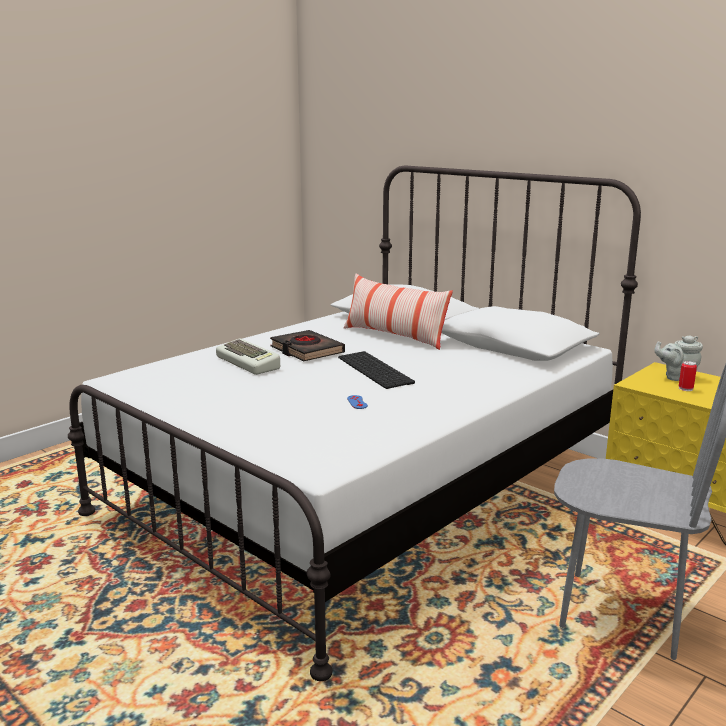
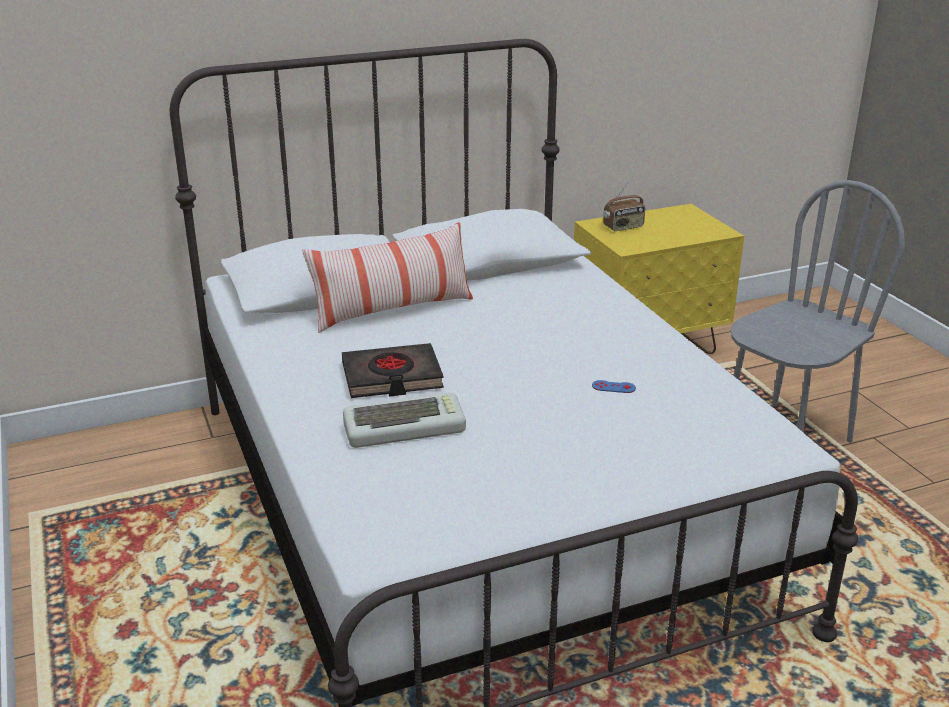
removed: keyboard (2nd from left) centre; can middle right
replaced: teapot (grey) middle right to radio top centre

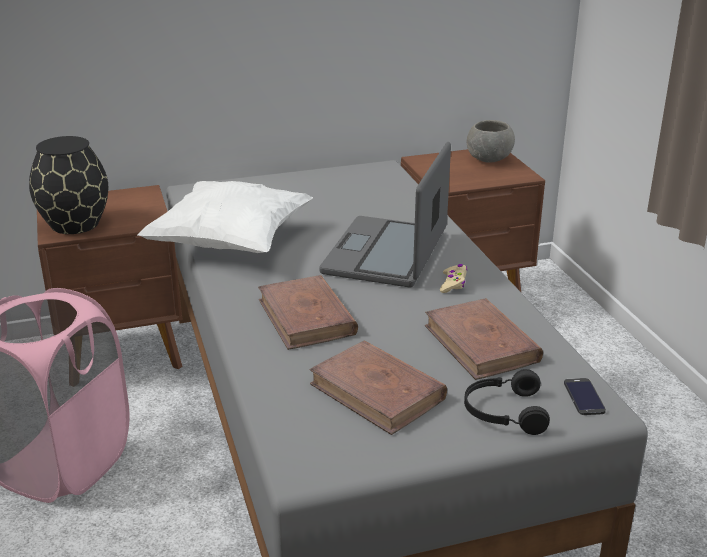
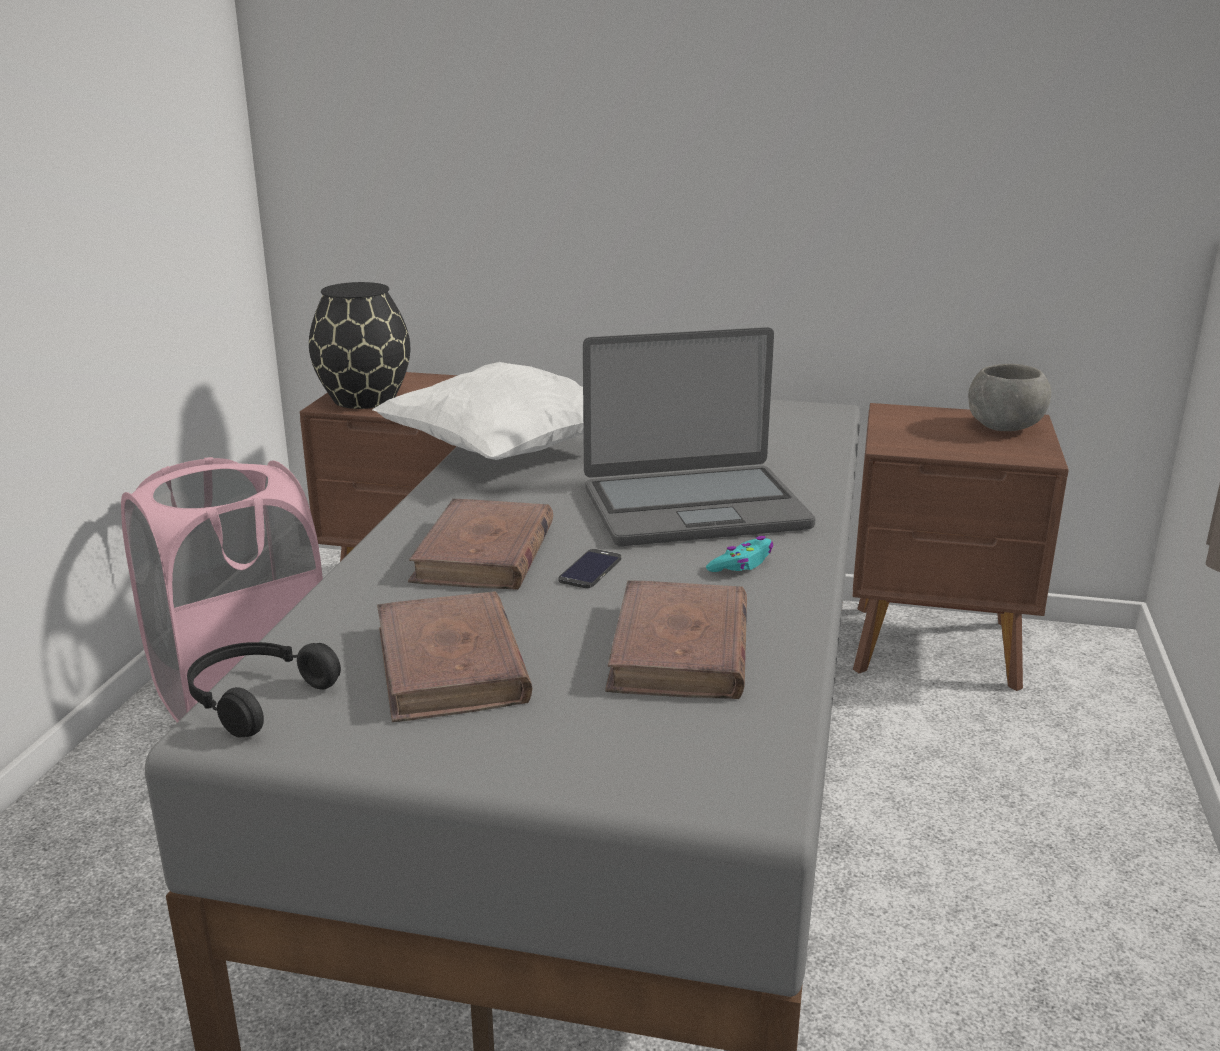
moved: headphones (black) bottom right to middle left; phone bottom right to centre
recoloured: game controller (beige) centre to game controller (turquoise) centre
turned: laptop centre = centre 150 degrees counterclockwise

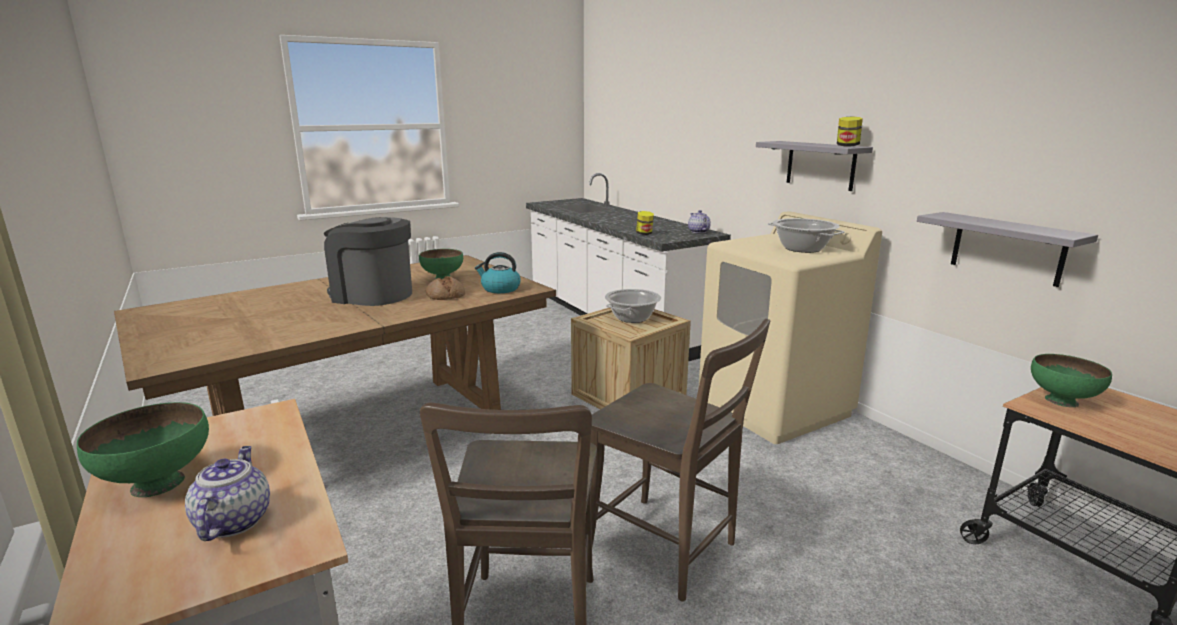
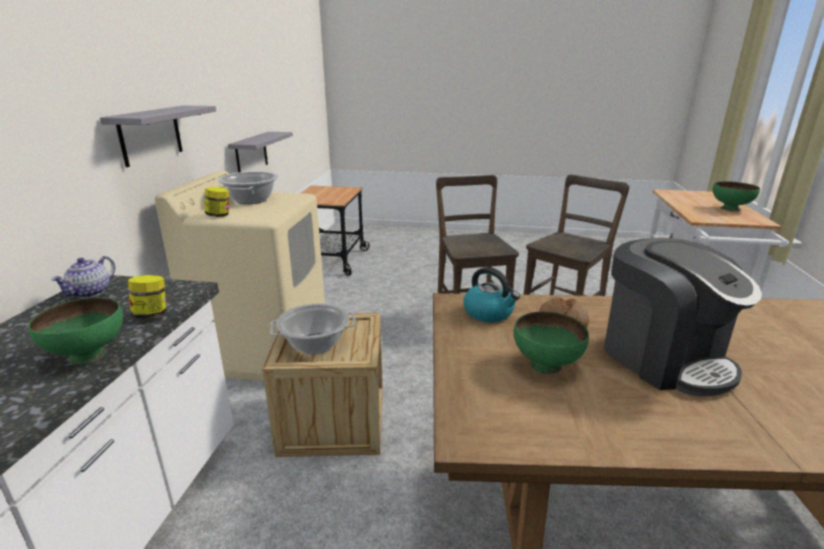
removed: teapot (1st from left) bottom left
moved: jar (2nd from left) top right to middle left; bowl (green) (3rd from left in the first image) middle right to bowl (green) (1st from left) middle left

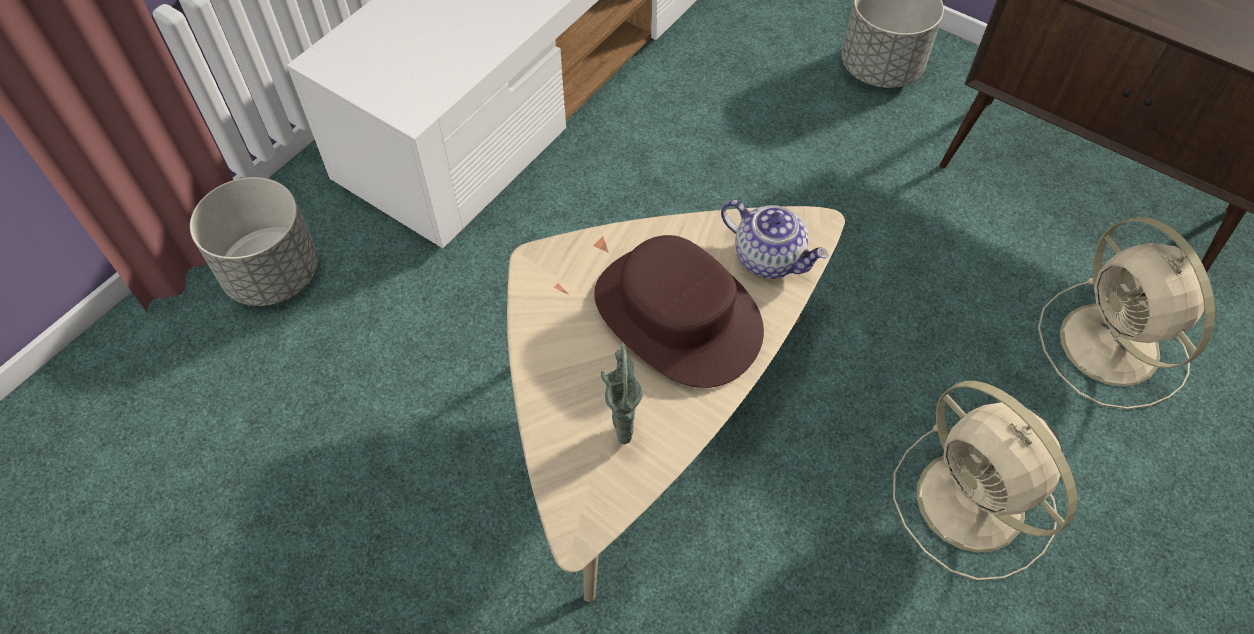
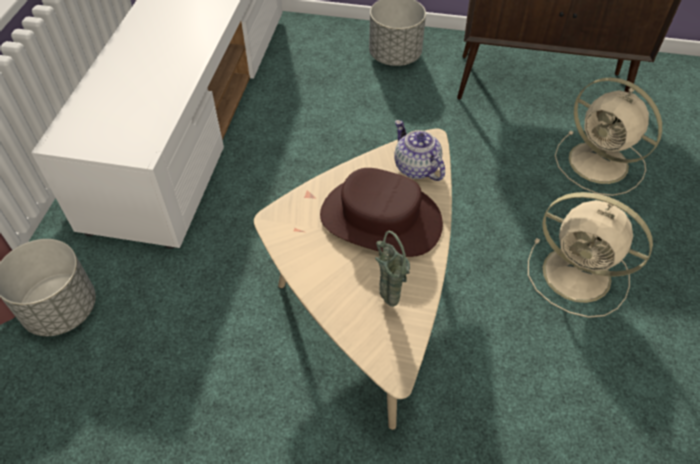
turned: teapot centre = top centre 135 degrees counterclockwise

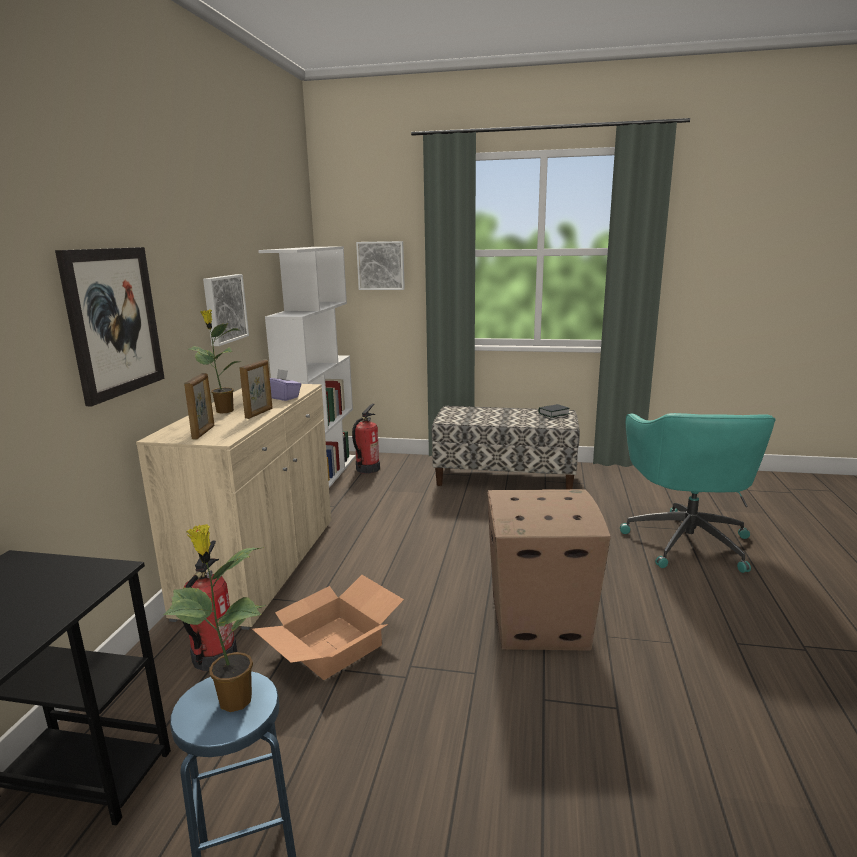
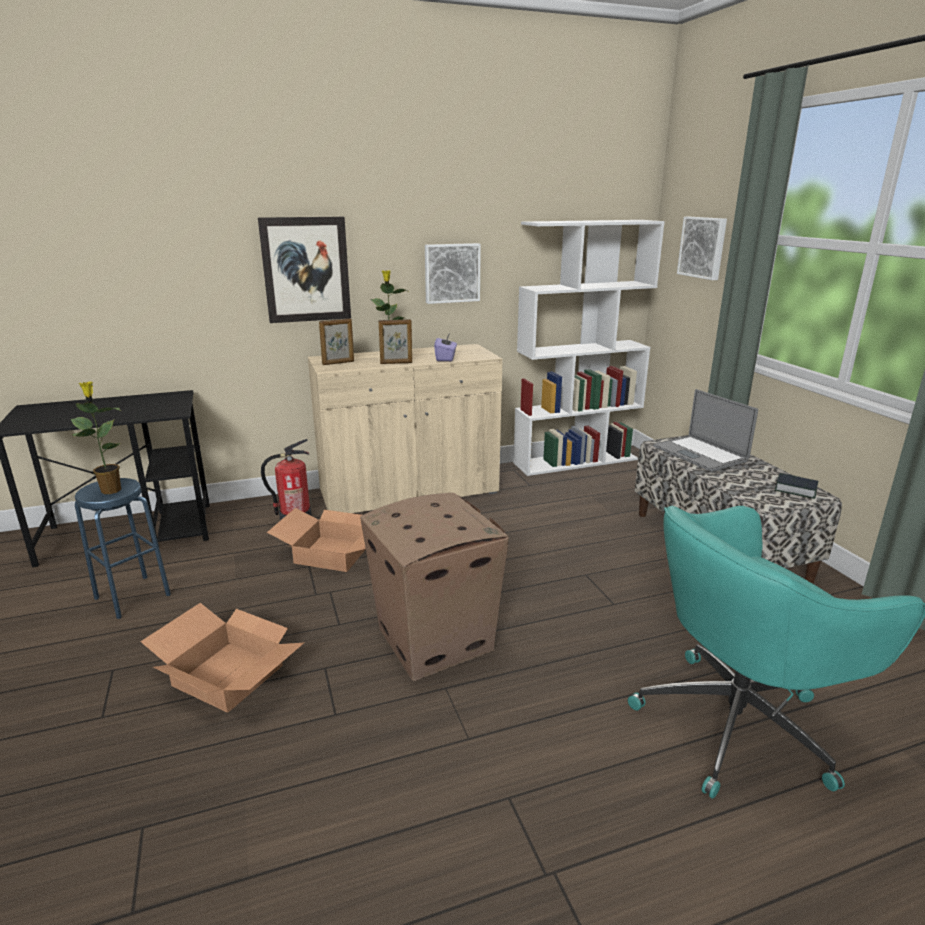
removed: fire extinguisher (2nd from left) centre
added: cardboard box (1st from left) bottom left; laptop middle right

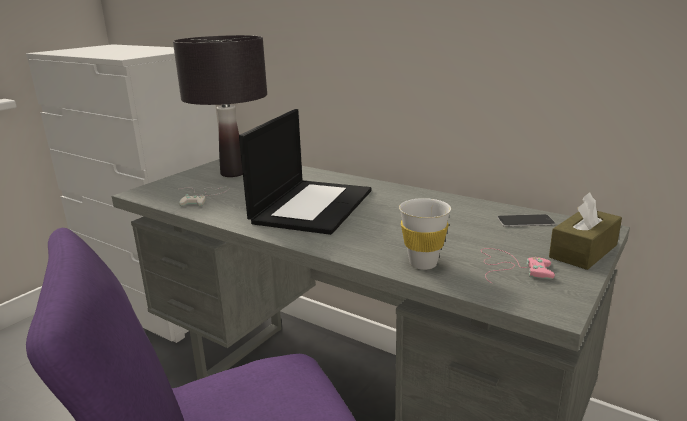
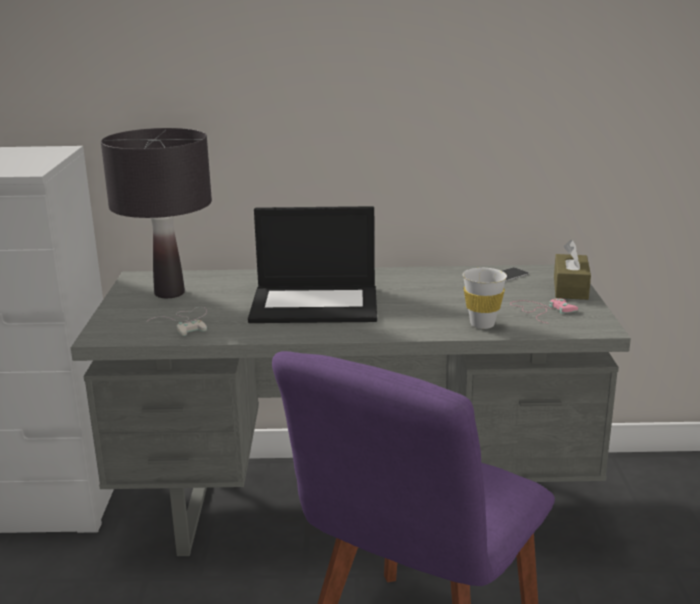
turned: laptop centre = centre 105 degrees clockwise

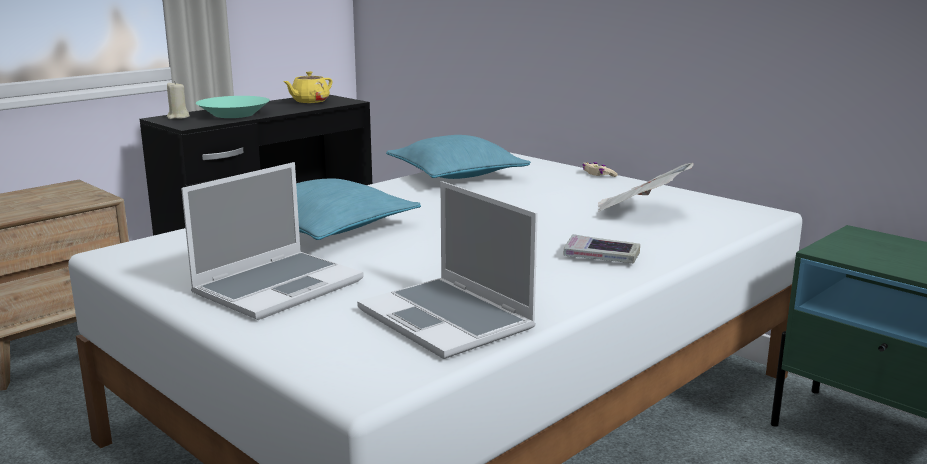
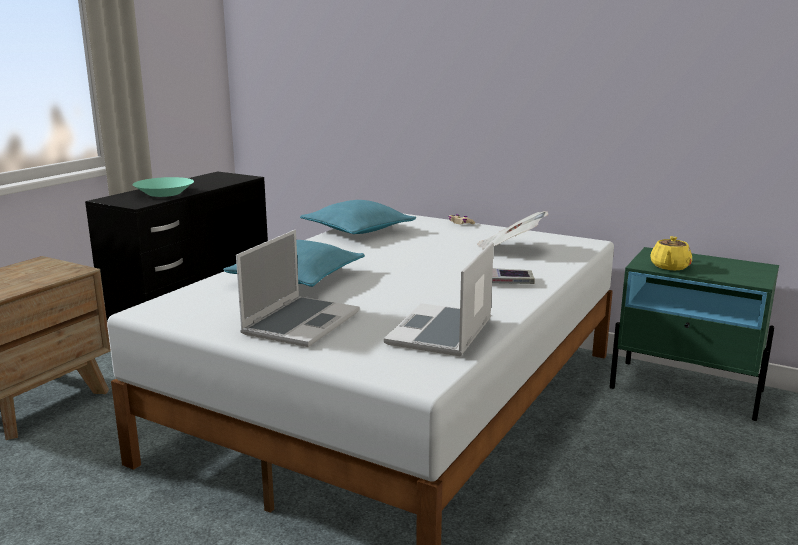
removed: candle (beige) top left
moved: teapot (yellow) top left to middle right
turned: laptop (2nd from left) centre = centre 75 degrees clockwise

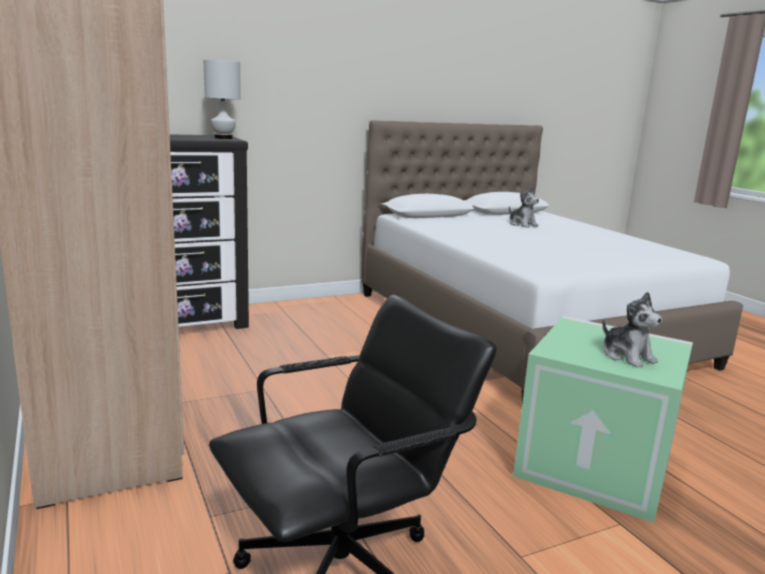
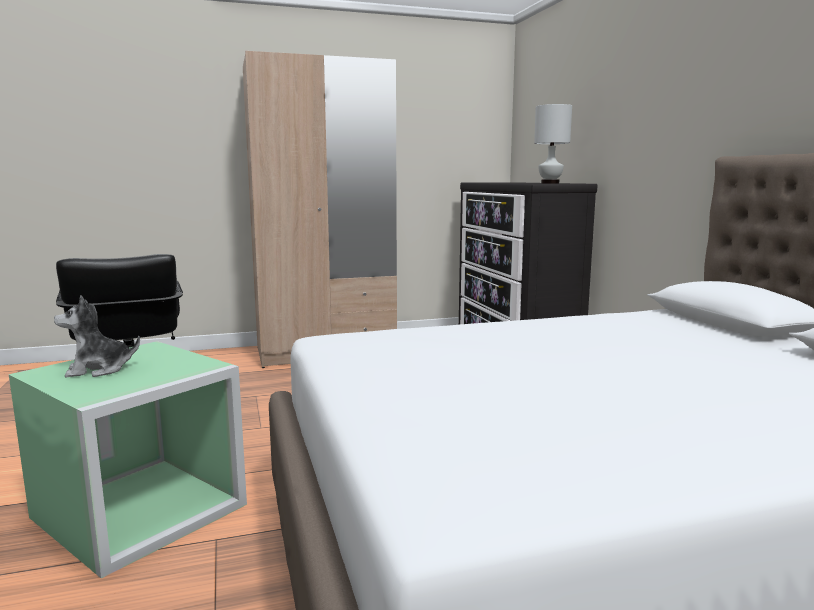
removed: plush toy (1st from left) middle right

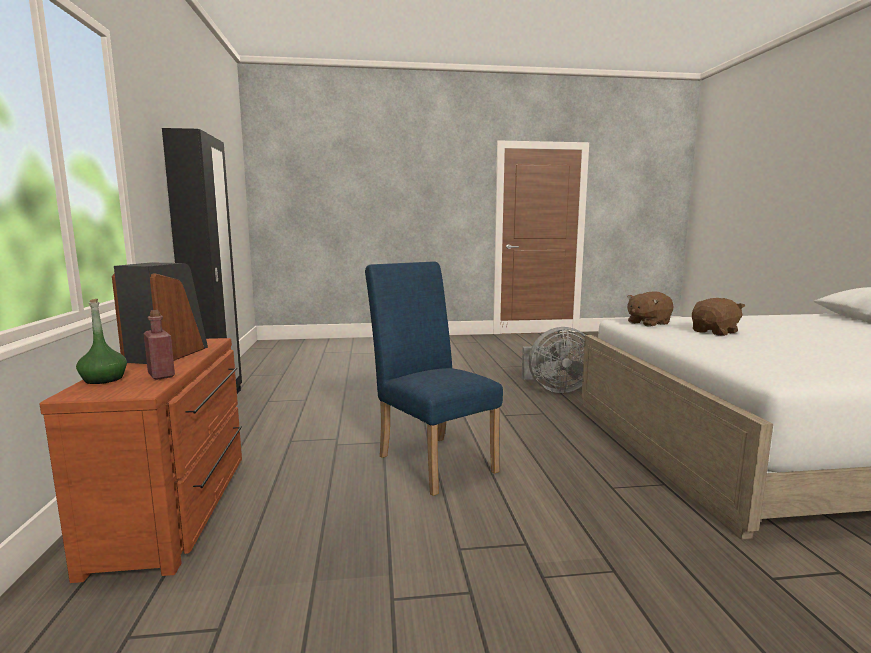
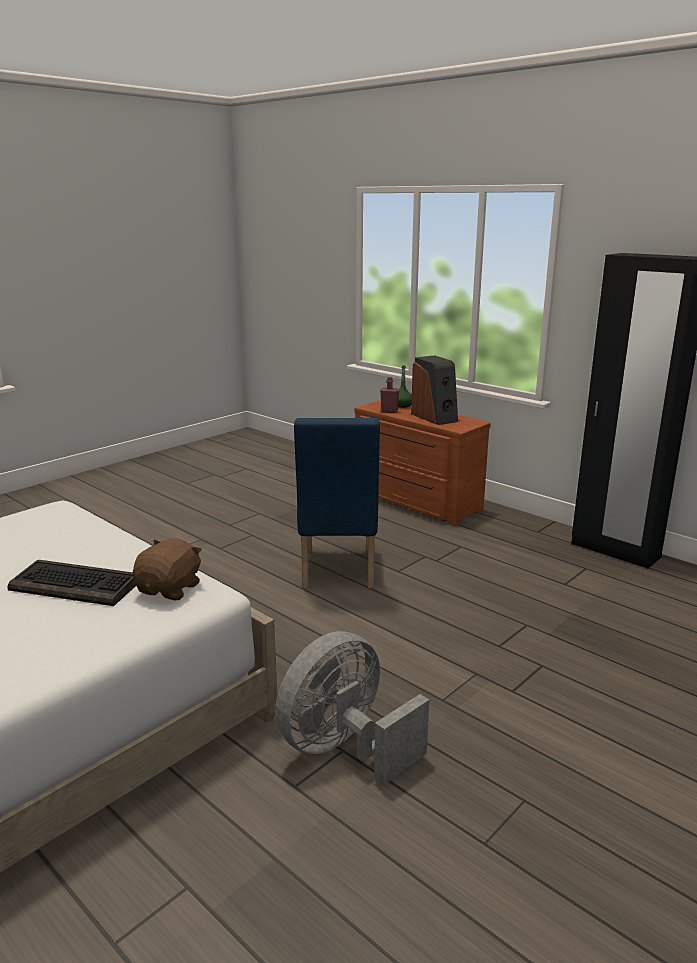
replaced: plush toy (brown) (2nd from left) middle right to keyboard middle left
turned: chair (blue) centre = centre 75 degrees clockwise

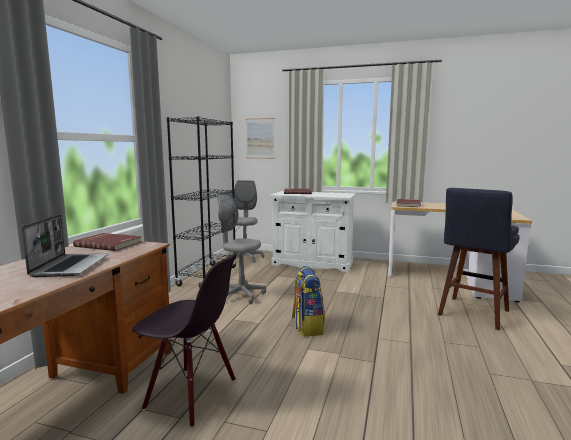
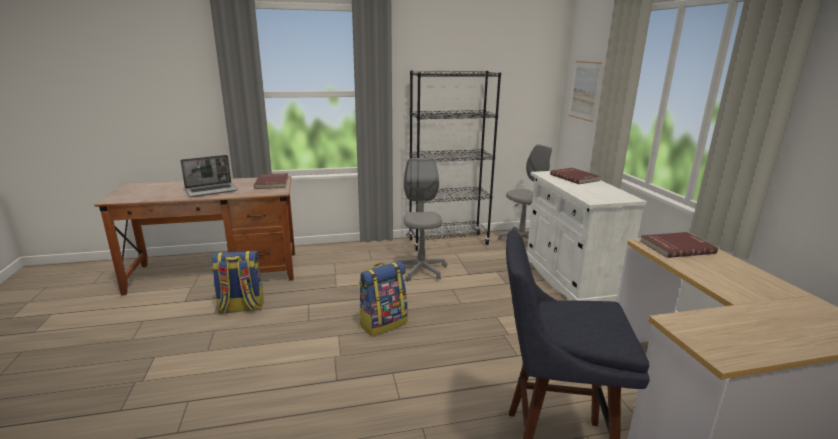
replaced: chair (black) bottom left to backpack (1st from left) middle left

